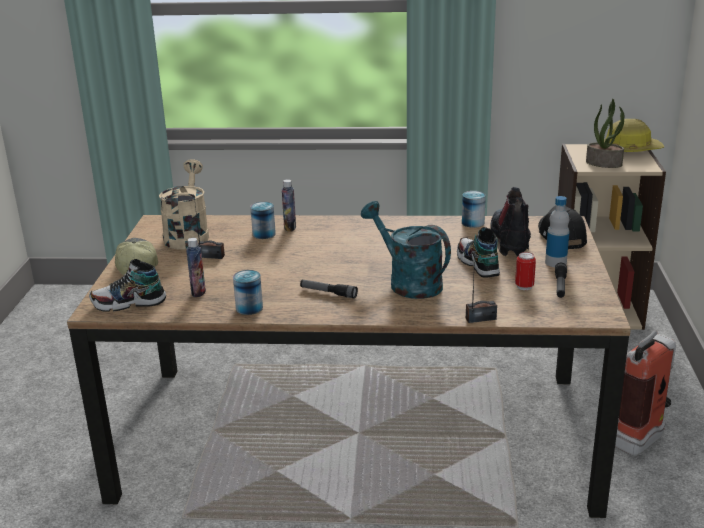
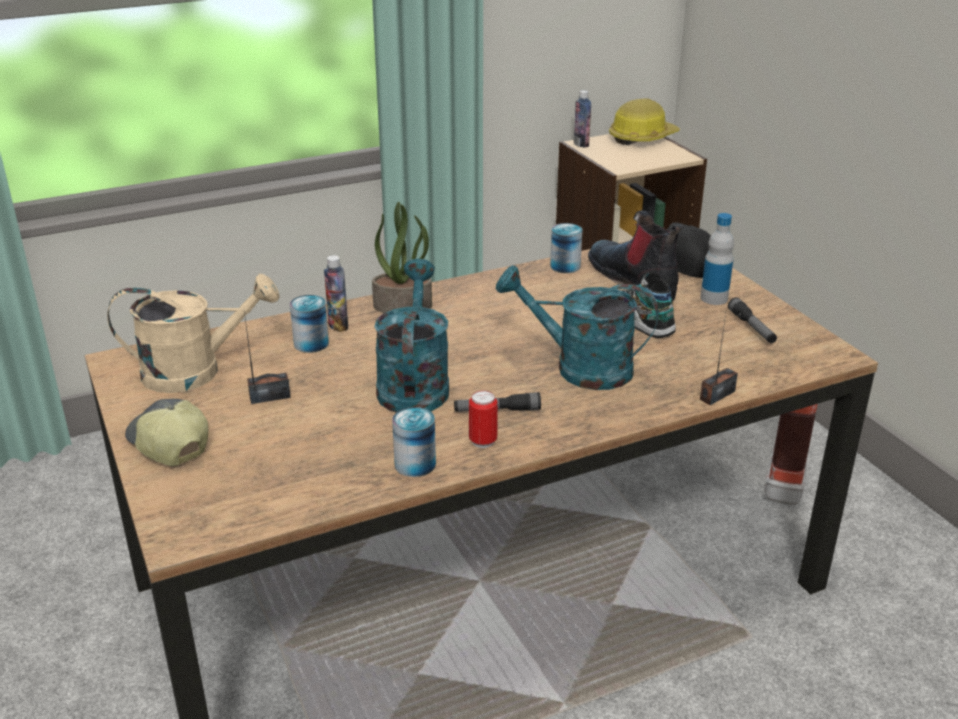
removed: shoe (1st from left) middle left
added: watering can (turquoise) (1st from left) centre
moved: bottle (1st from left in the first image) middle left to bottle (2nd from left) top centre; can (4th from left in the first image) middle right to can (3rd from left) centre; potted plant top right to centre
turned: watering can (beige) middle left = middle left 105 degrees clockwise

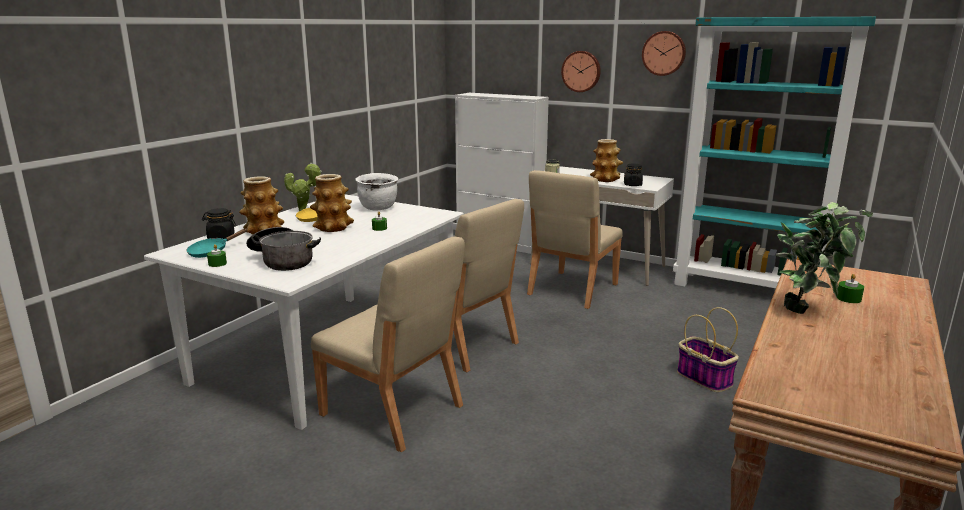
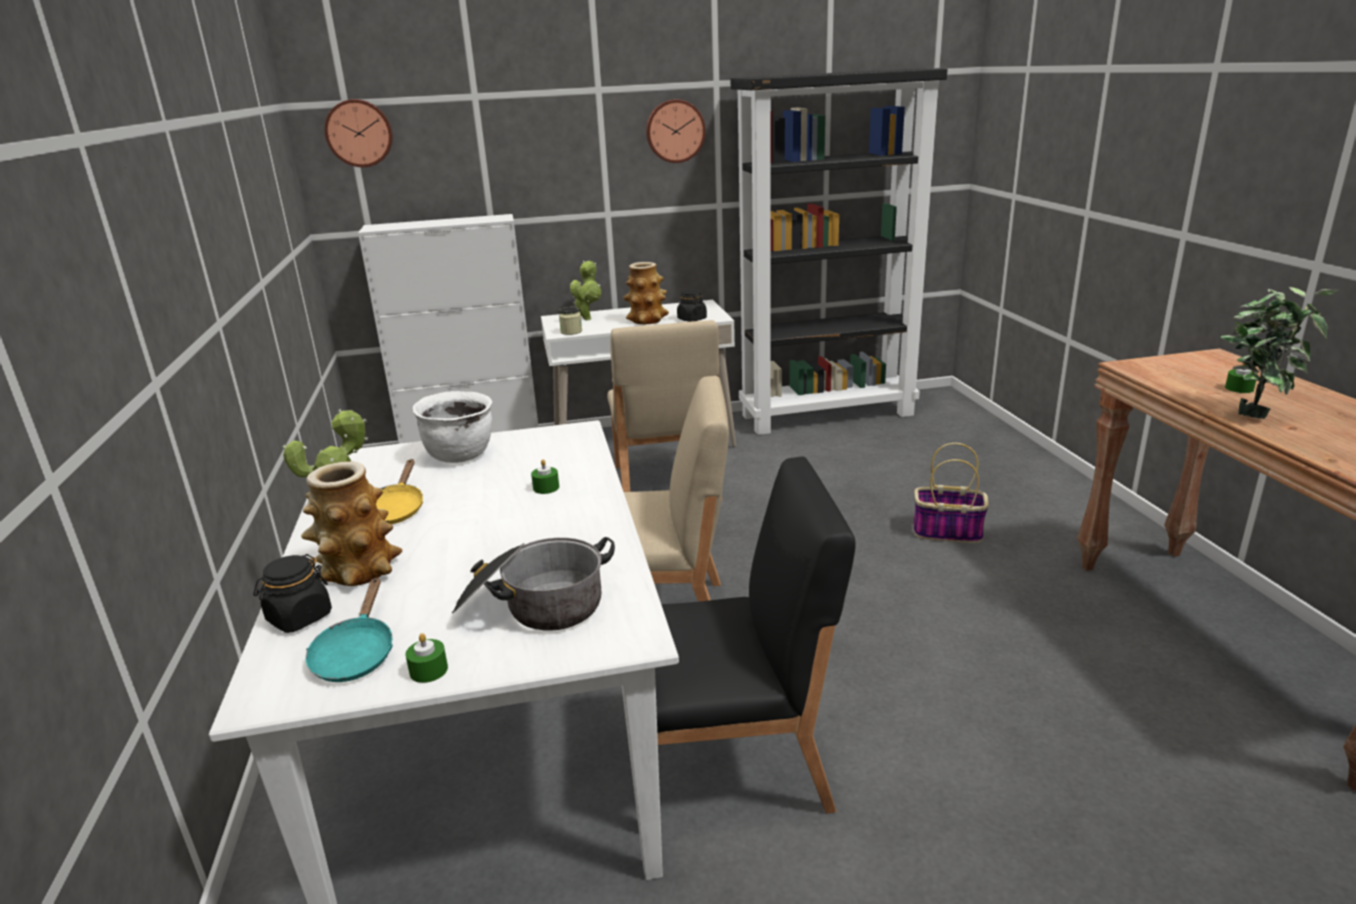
removed: vase (2nd from left) centre
added: potted plant (2nd from left) top centre
moved: wall clock (1st from left) top centre to top left
recoloured: chair (beige) (1st from left) bottom centre to chair (black) bottom centre; bookcase (turquoise) top right to bookcase (black) top centre

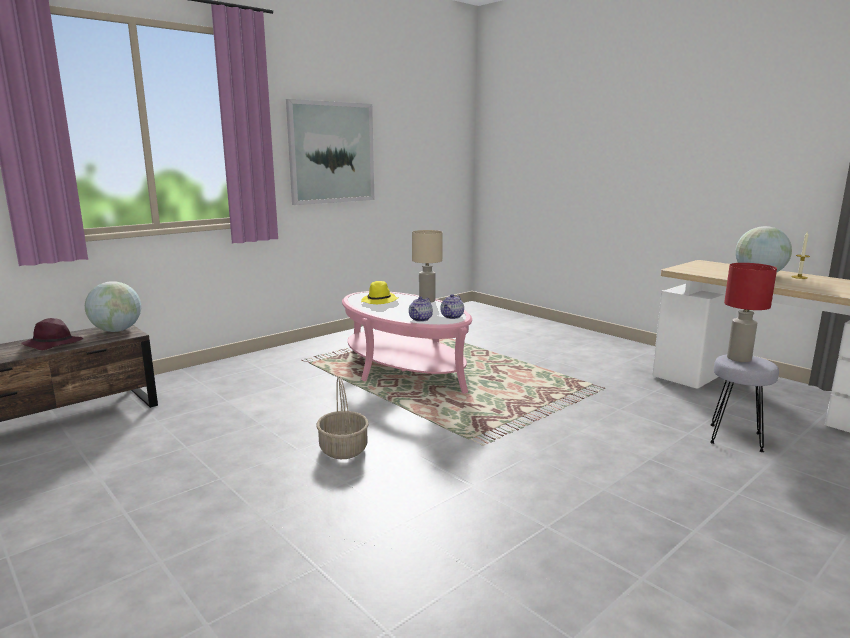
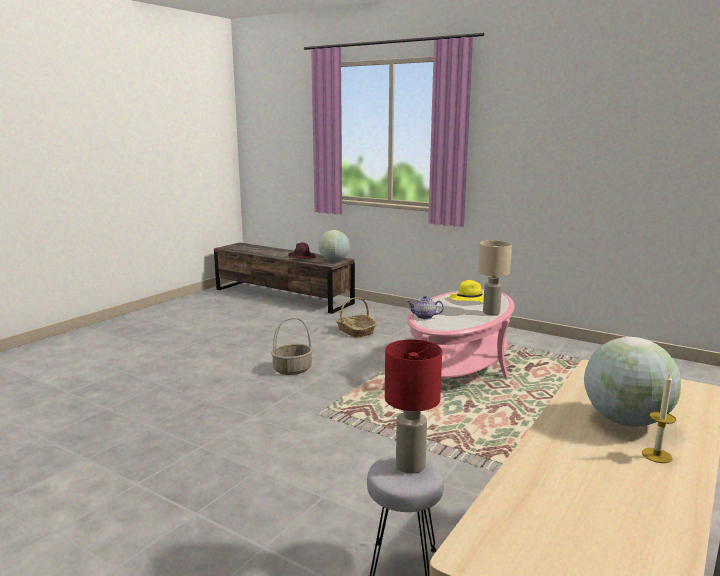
removed: picture top centre; teapot (2nd from left) centre
added: basket (2nd from left) centre

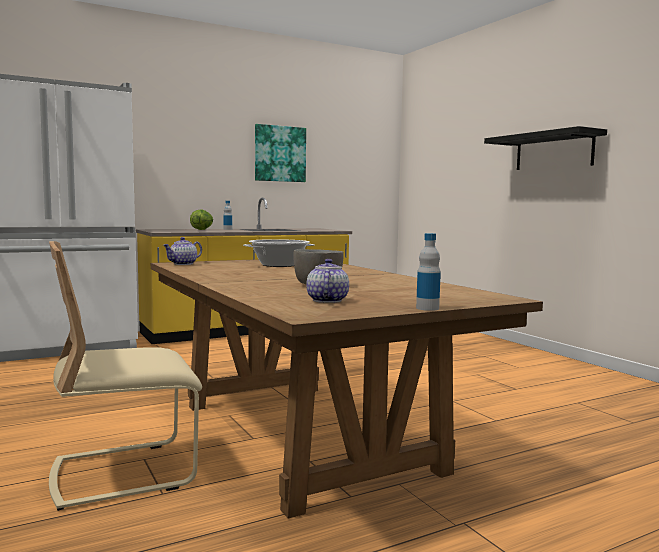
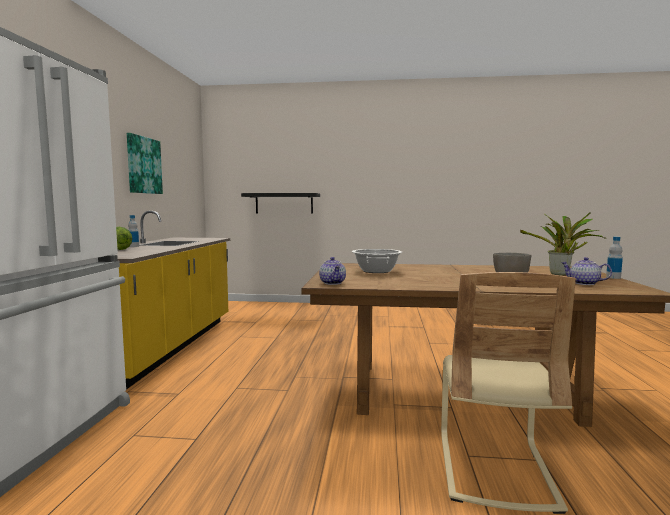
added: potted plant middle right
moved: shelf (black) top right to centre

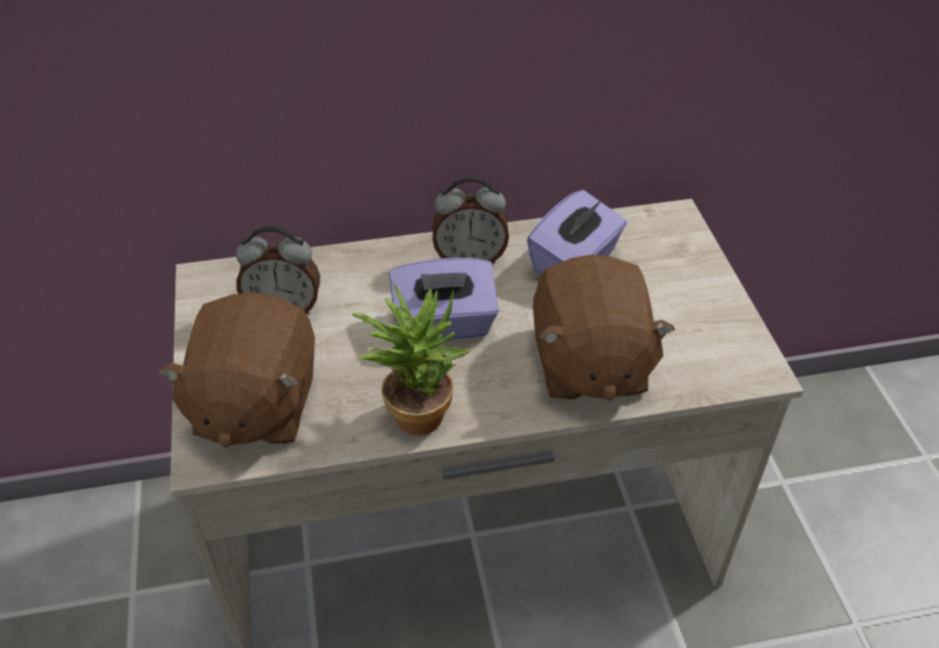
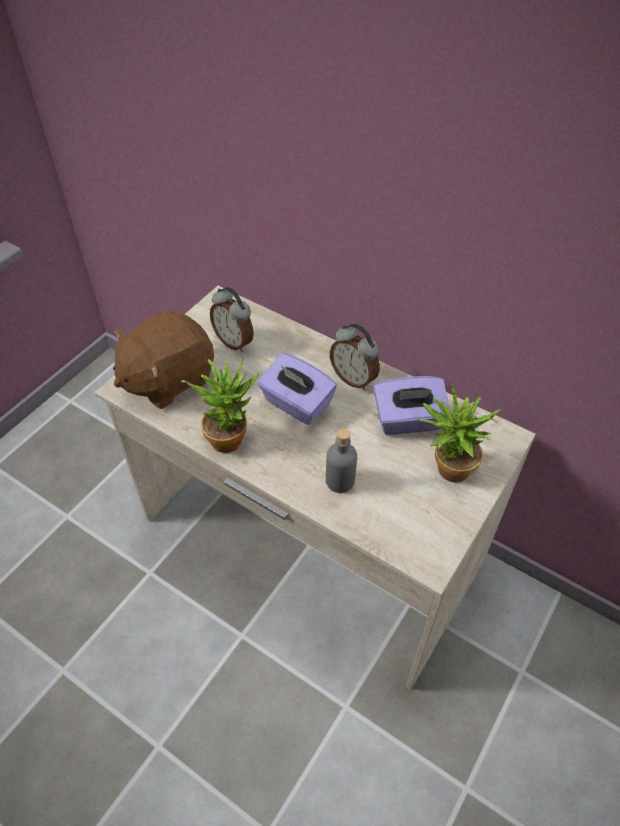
added: potted plant (2nd from left) middle right
replaced: plush toy (brown) (2nd from left) centre to bottle (grey) centre

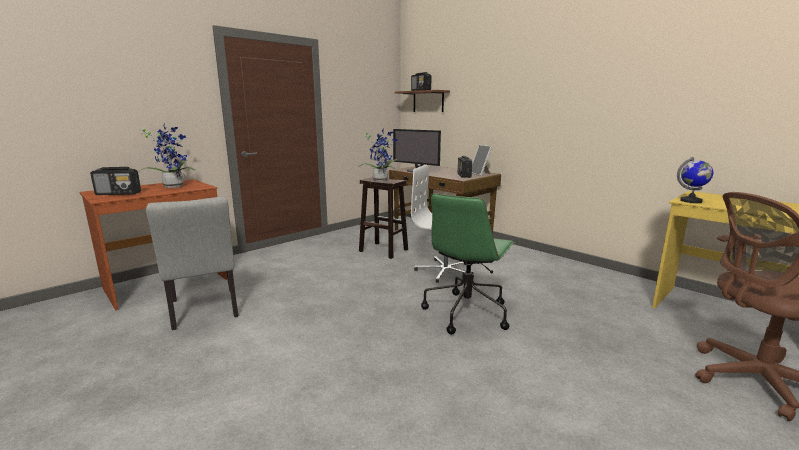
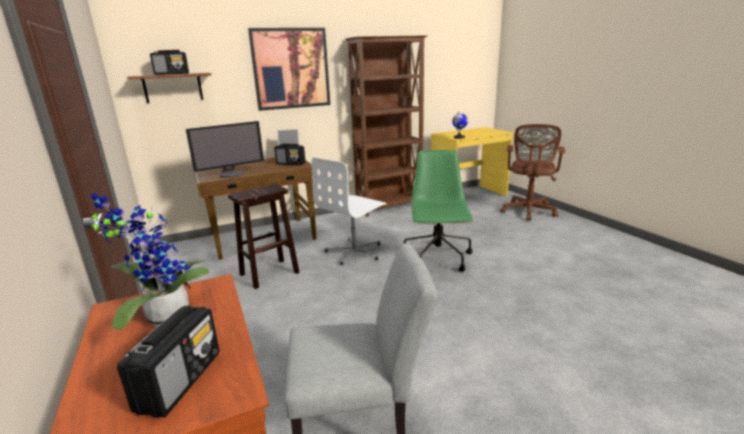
removed: potted plant (2nd from left) centre
added: picture top centre; bookcase (brown) top centre
turned: office chair (green) centre = centre 135 degrees counterclockwise

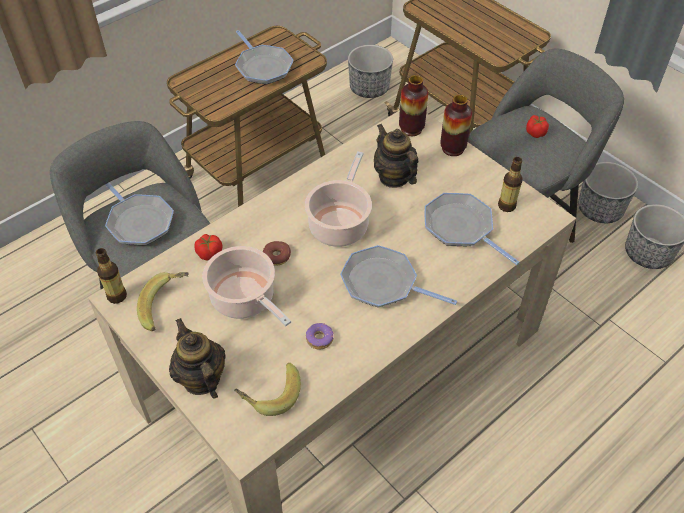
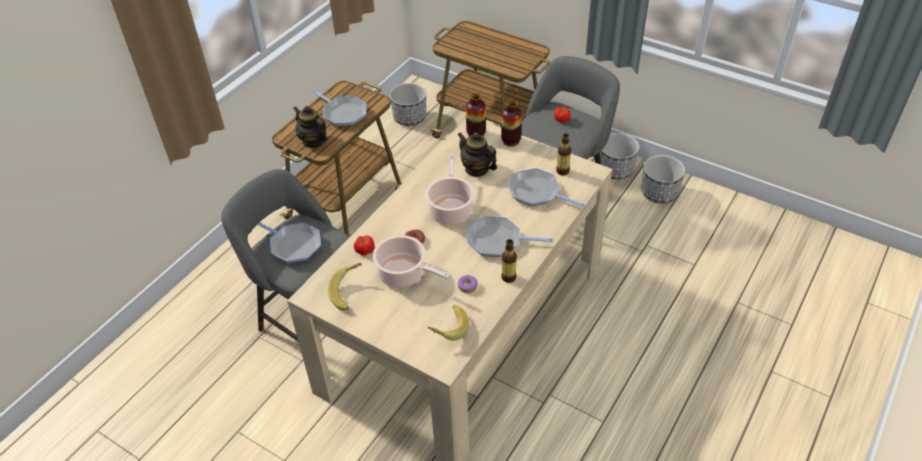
moved: bottle (1st from left) middle left to centre; teapot (1st from left) bottom left to top centre

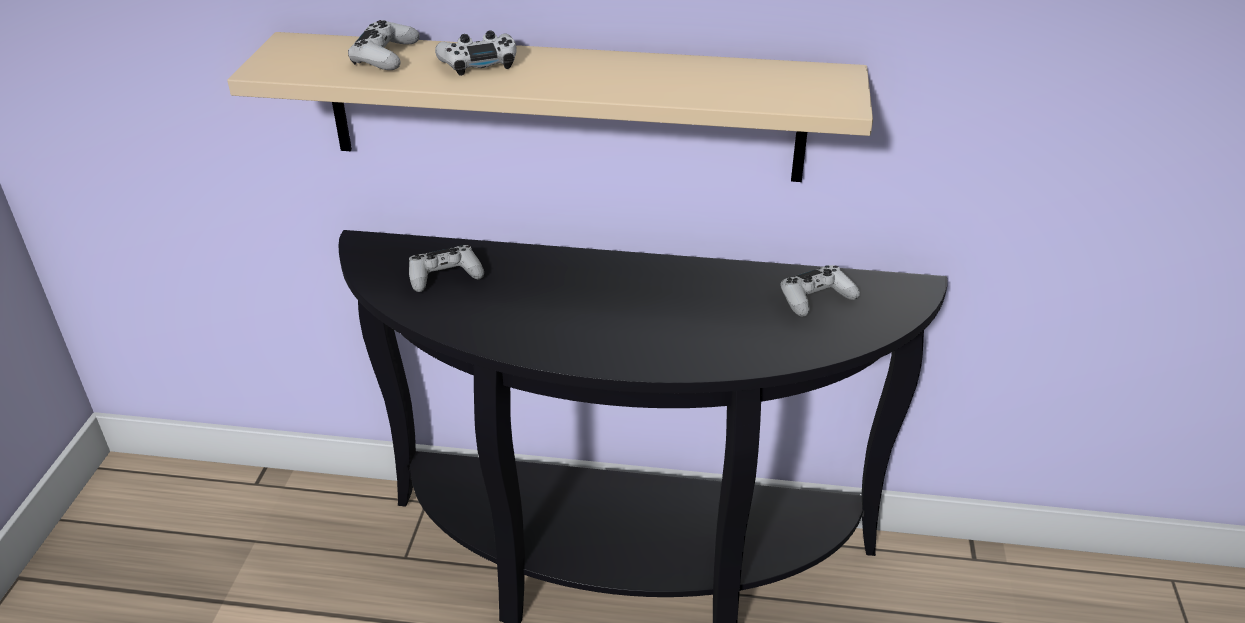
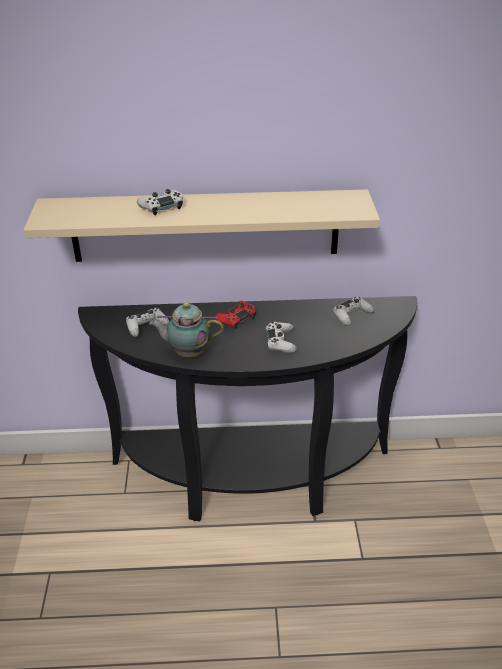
added: teapot centre; game controller (red) centre
moved: game controller (white) (1st from left in the first image) top left to game controller (white) (3rd from left) centre

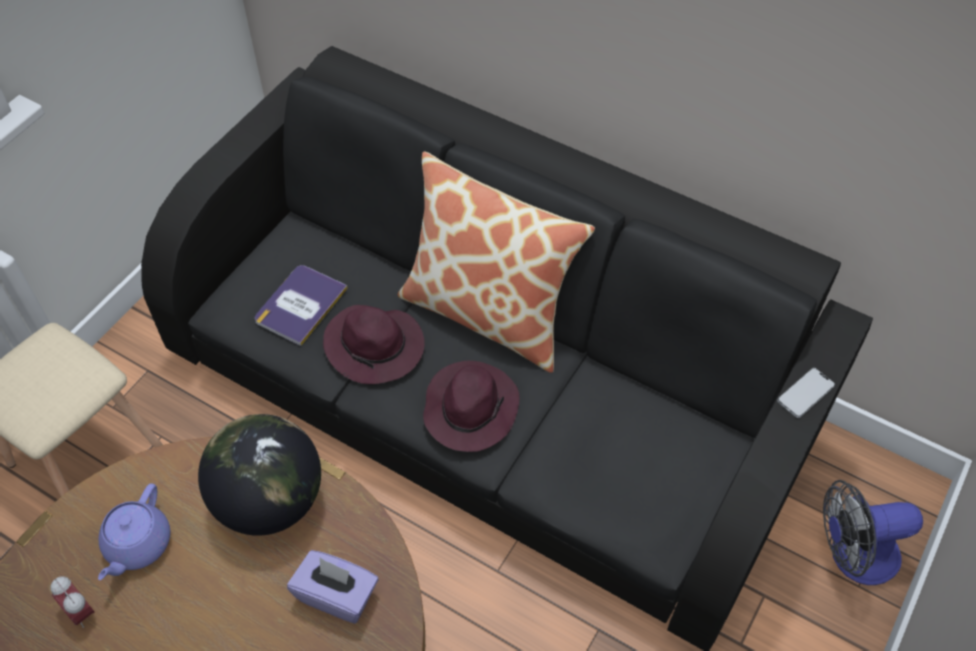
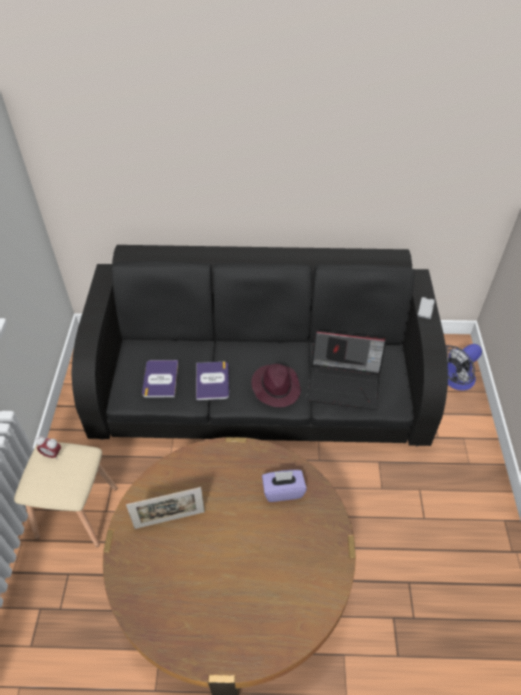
removed: globe bottom left; pillow centre
added: laptop centre
moved: alarm clock bottom left to middle left
replaced: teapot (purple) bottom left to picture frame bottom left; hat (purple) (1st from left) centre to book (2nd from left) centre

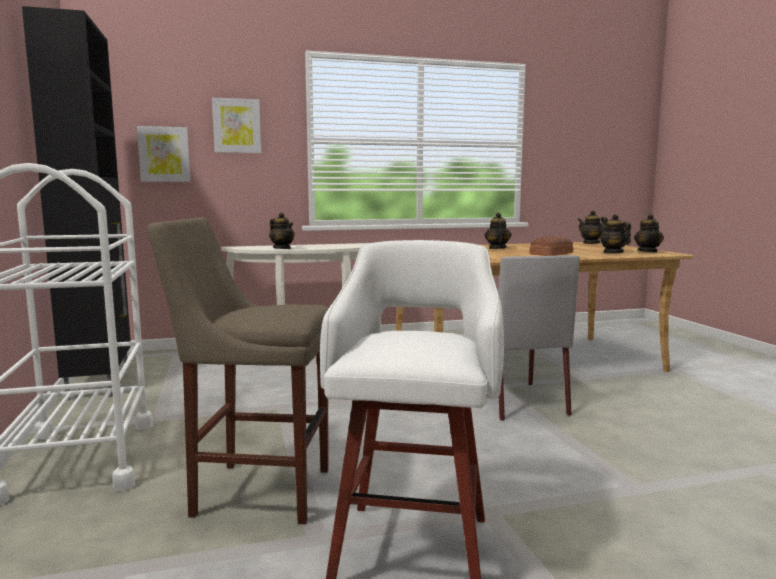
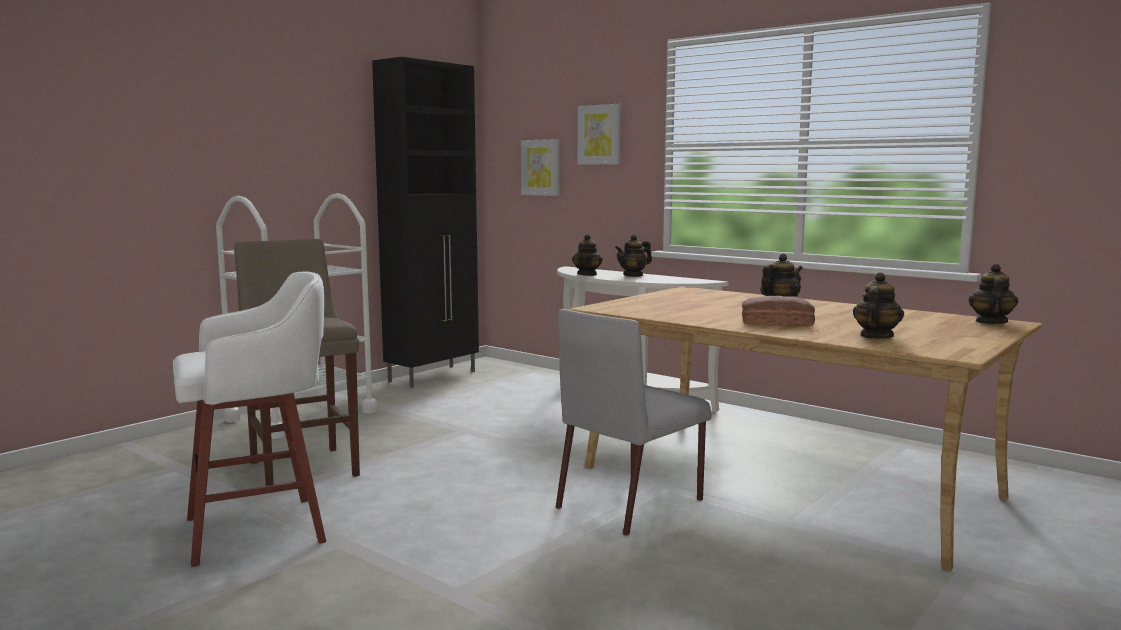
moved: teapot (5th from left in the first image) middle right to teapot (2nd from left) centre

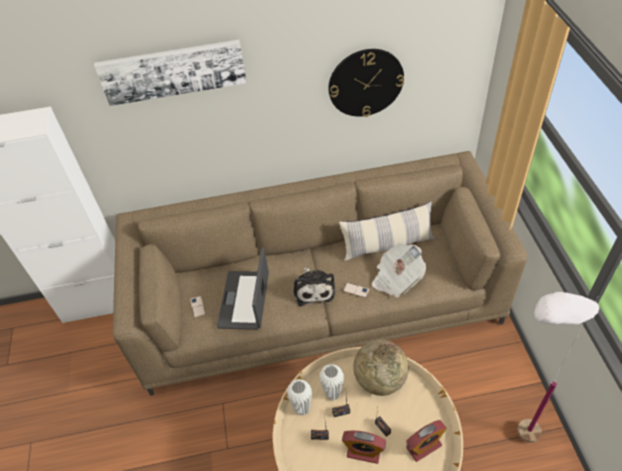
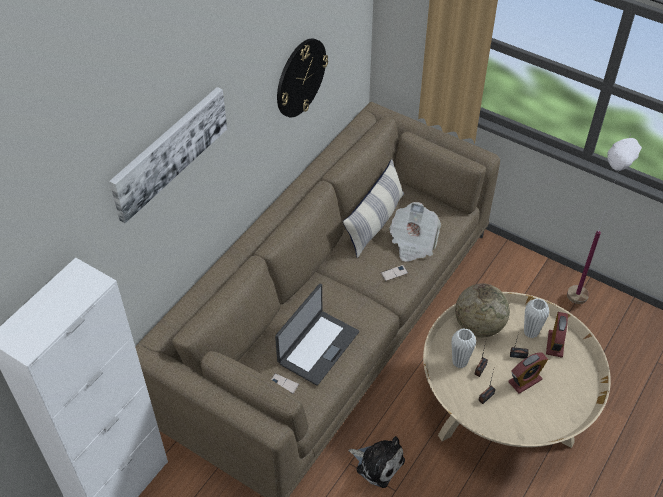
moved: vase (white) (1st from left in the first image) bottom centre to vase (white) (2nd from left) middle right; plush toy centre to bottom centre
turned: laptop centre = bottom centre 105 degrees counterclockwise

